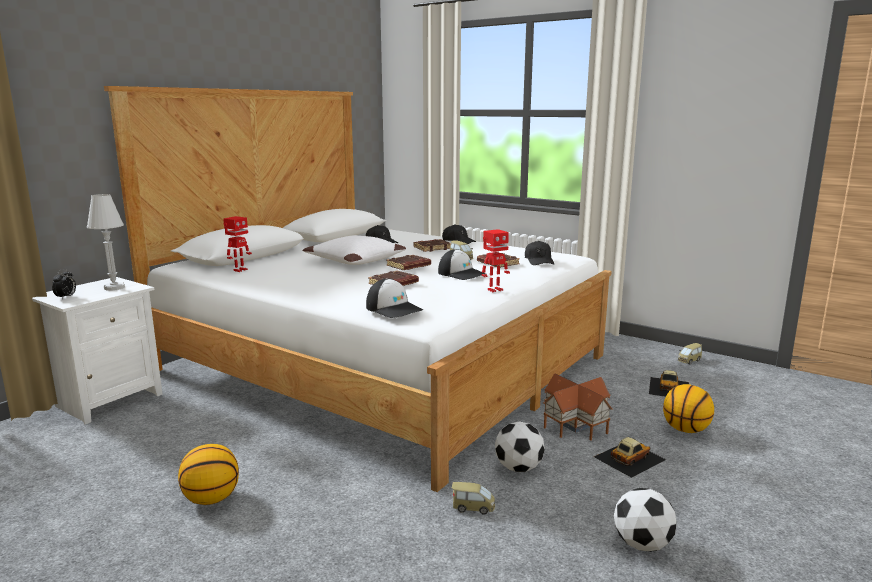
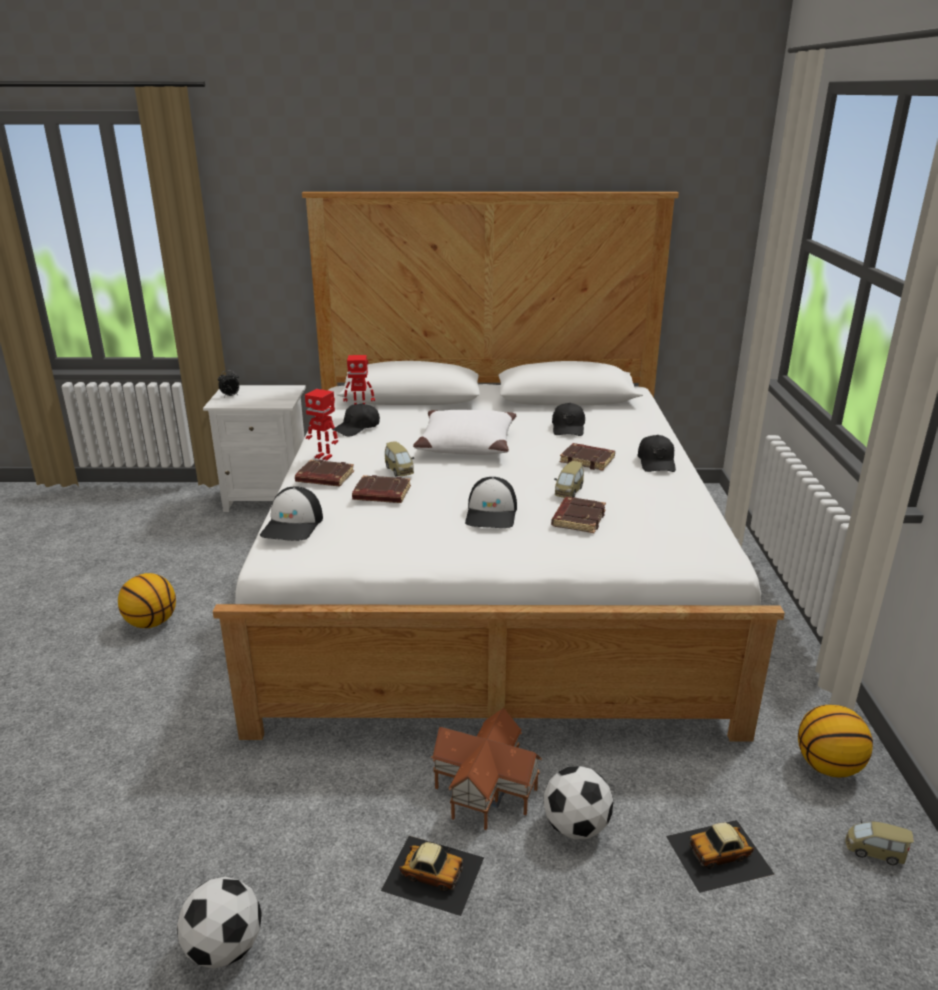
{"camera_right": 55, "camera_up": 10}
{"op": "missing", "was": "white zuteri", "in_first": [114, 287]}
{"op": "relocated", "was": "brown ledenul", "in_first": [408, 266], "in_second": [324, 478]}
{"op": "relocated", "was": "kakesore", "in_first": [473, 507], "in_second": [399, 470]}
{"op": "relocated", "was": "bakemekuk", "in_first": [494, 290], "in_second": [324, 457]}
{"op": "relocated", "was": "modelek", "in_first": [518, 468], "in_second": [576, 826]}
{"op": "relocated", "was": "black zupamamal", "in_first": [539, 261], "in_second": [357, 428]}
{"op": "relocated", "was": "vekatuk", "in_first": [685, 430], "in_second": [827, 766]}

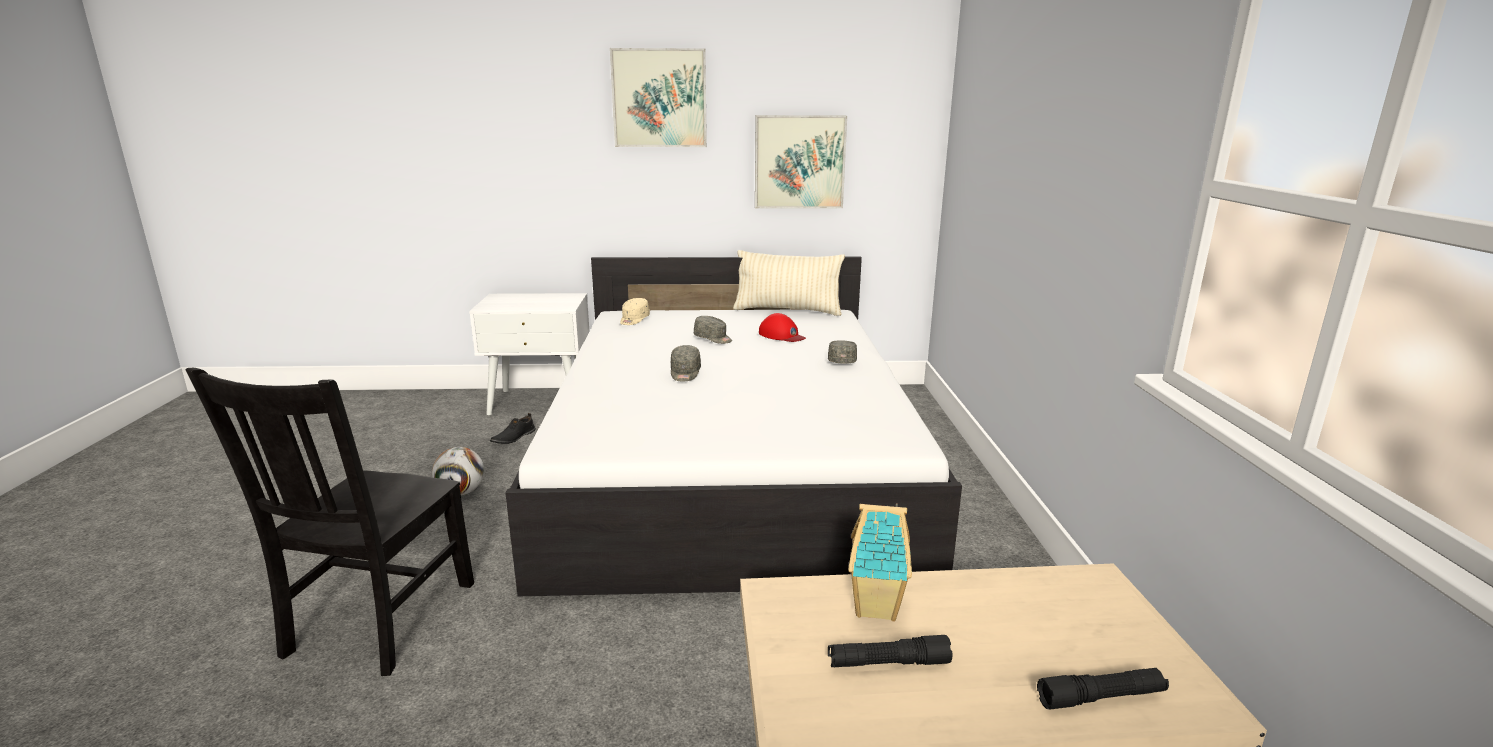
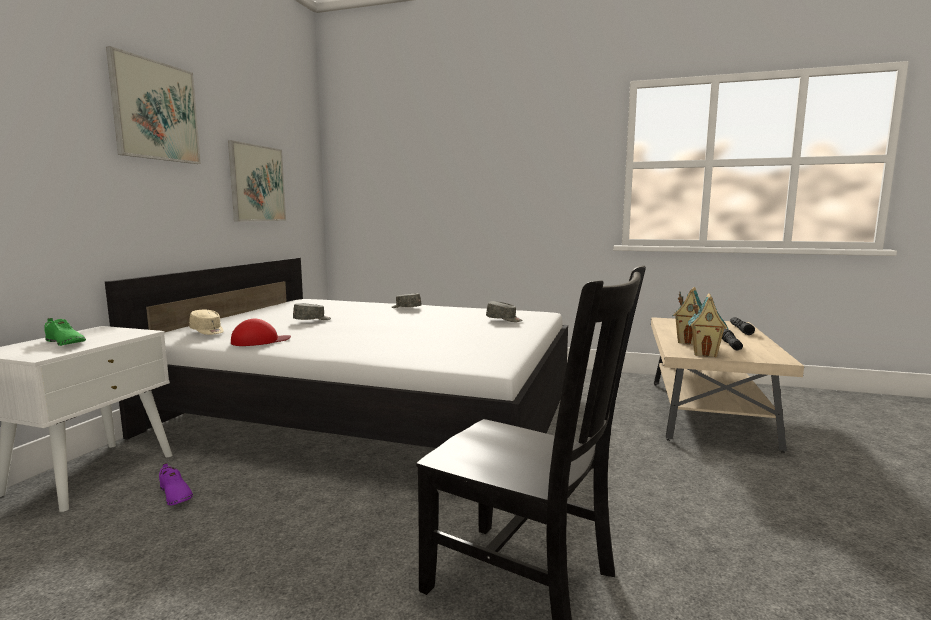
{"camera_right": -70, "camera_up": -10}
{"op": "missing", "was": "modelek", "in_first": [461, 492]}
{"op": "colour", "was": "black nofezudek", "now": "purple nofezudek", "in_first": [513, 437], "in_second": [174, 495]}
{"op": "relocated", "was": "grey zupamamal", "in_first": [685, 373], "in_second": [504, 319]}
{"op": "missing", "was": "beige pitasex", "in_first": [787, 311]}
{"op": "relocated", "was": "red zupamamal", "in_first": [782, 335], "in_second": [260, 341]}
{"op": "appeared", "now": "green nofezudek", "in_second": [64, 343]}
{"op": "appeared", "now": "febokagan", "in_second": [705, 353]}

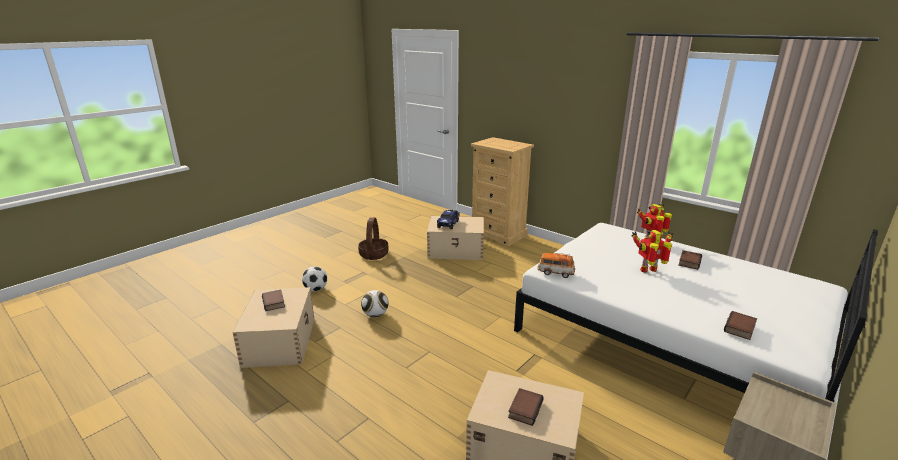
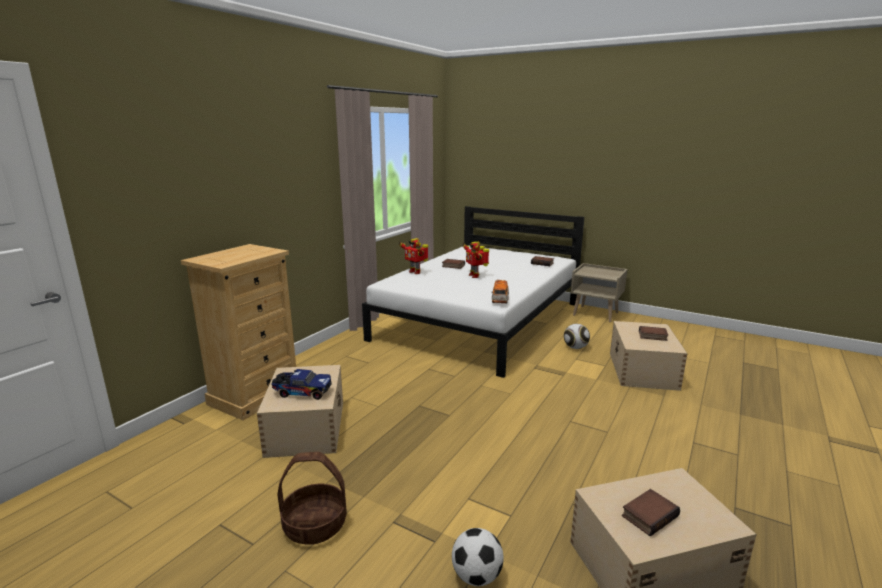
{"camera_right": -100, "camera_up": -5}
{"op": "relocated", "was": "modelek", "in_first": [375, 315], "in_second": [575, 347]}

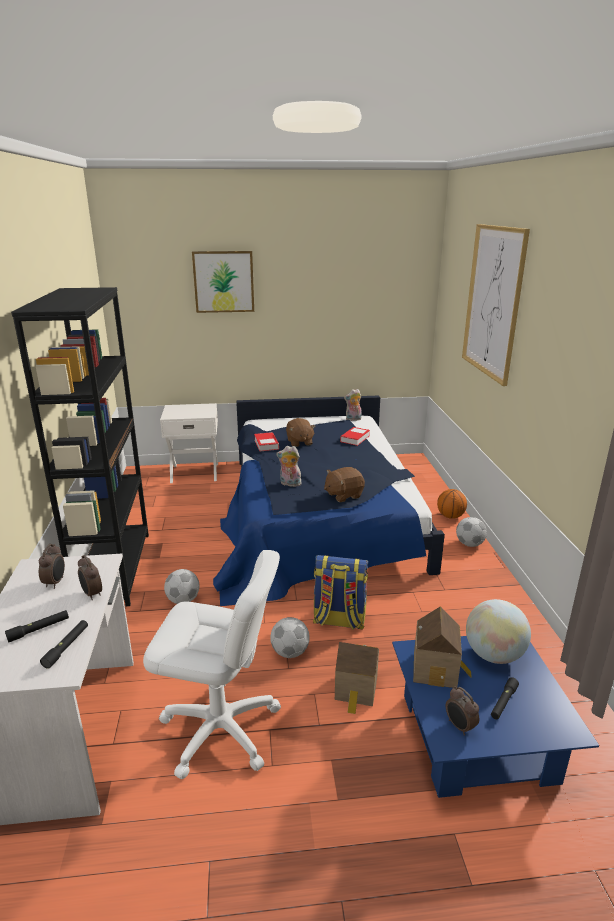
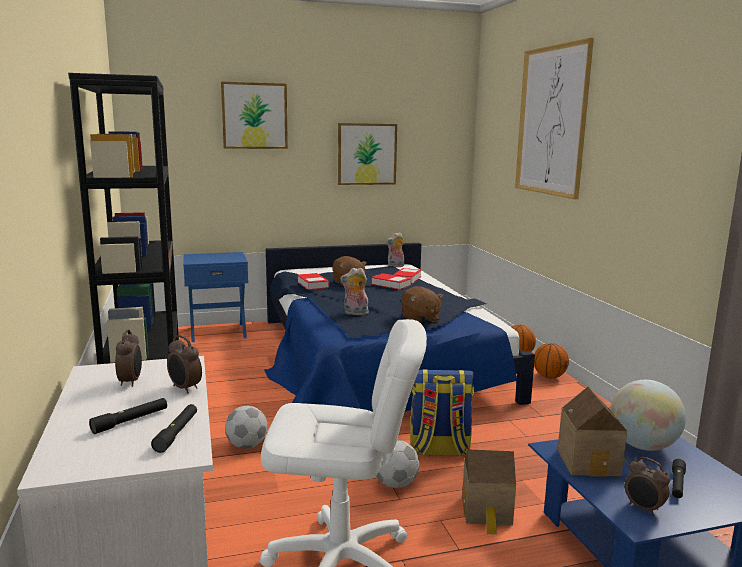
{"camera_right": -10, "camera_up": -10}
{"op": "colour", "was": "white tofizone", "now": "blue tofizone", "in_first": [194, 472], "in_second": [218, 332]}
{"op": "spun", "was": "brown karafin", "in_first": [343, 495], "in_second": [420, 319], "clockwise": -75}
{"op": "exchanged", "was": "modelek", "now": "vekatuk", "in_first": [469, 544], "in_second": [549, 376]}
{"op": "appeared", "now": "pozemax", "in_second": [367, 154]}
{"op": "appeared", "now": "ledenul", "in_second": [391, 284]}

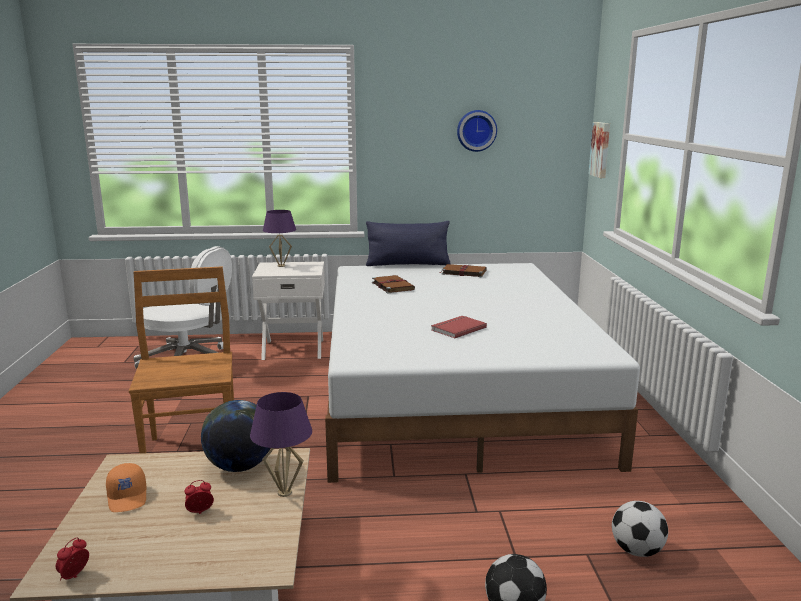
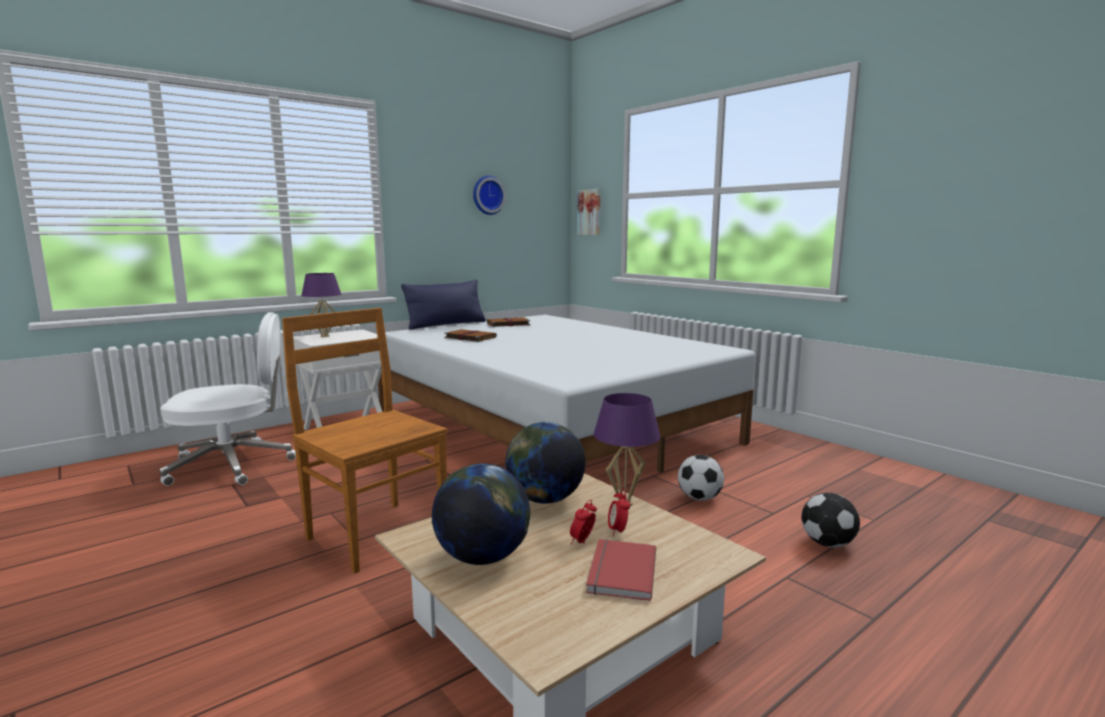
{"camera_right": -35, "camera_up": -5}
{"op": "relocated", "was": "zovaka", "in_first": [74, 576], "in_second": [618, 531]}
{"op": "exchanged", "was": "orange zupamamal", "now": "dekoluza", "in_first": [128, 497], "in_second": [482, 558]}
{"op": "relocated", "was": "red ledenul", "in_first": [457, 328], "in_second": [619, 572]}
{"op": "relocated", "was": "modelek", "in_first": [637, 550], "in_second": [699, 498]}

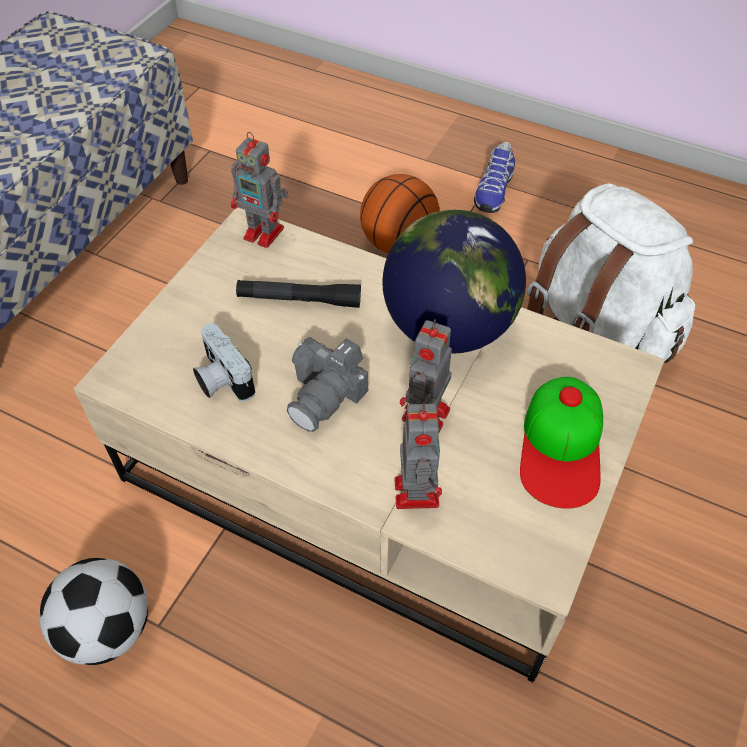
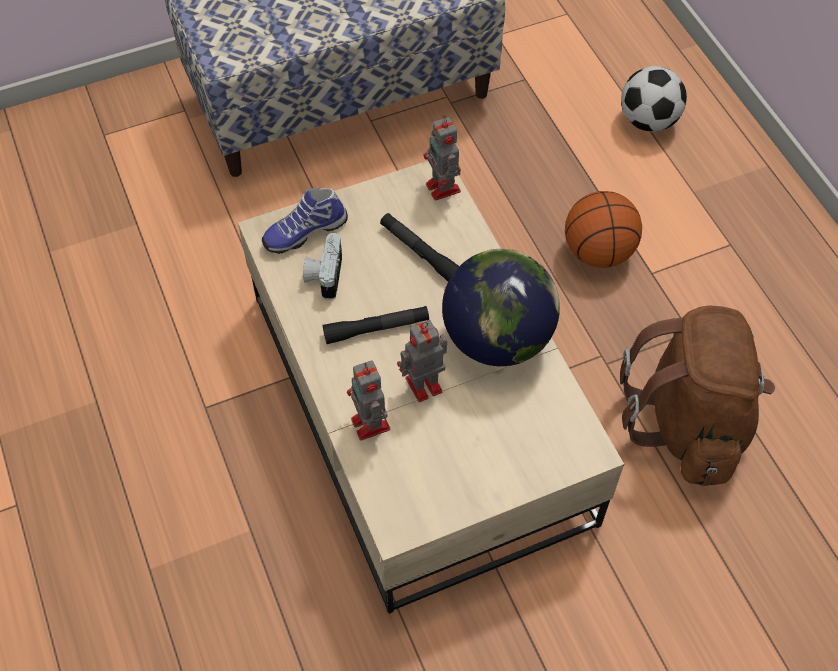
{"camera_right": 40, "camera_up": 5}
{"op": "relocated", "was": "modelek", "in_first": [107, 628], "in_second": [648, 121]}
{"op": "exchanged", "was": "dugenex", "now": "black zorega", "in_first": [327, 394], "in_second": [376, 329]}
{"op": "spun", "was": "bakemekuk", "in_first": [416, 490], "in_second": [371, 425], "clockwise": 120}
{"op": "relocated", "was": "nofezudek", "in_first": [492, 191], "in_second": [304, 231]}
{"op": "missing", "was": "zupamamal", "in_first": [561, 447]}
{"op": "colour", "was": "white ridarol", "now": "brown ridarol", "in_first": [597, 326], "in_second": [688, 422]}

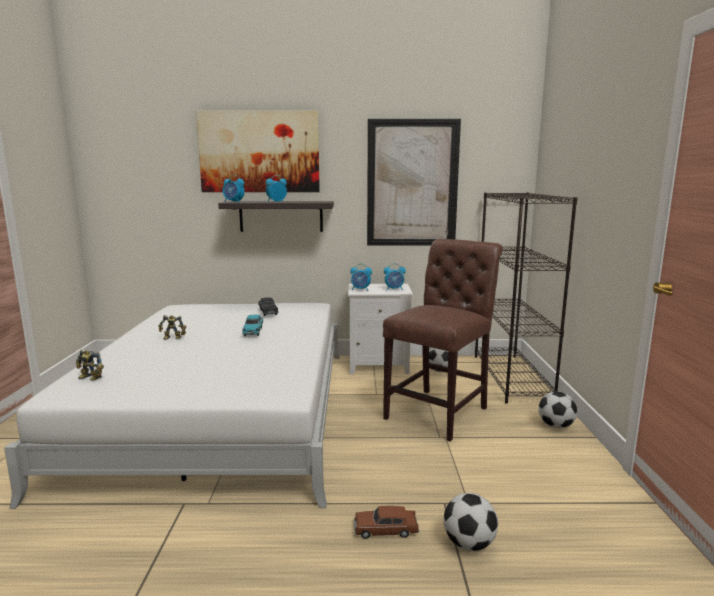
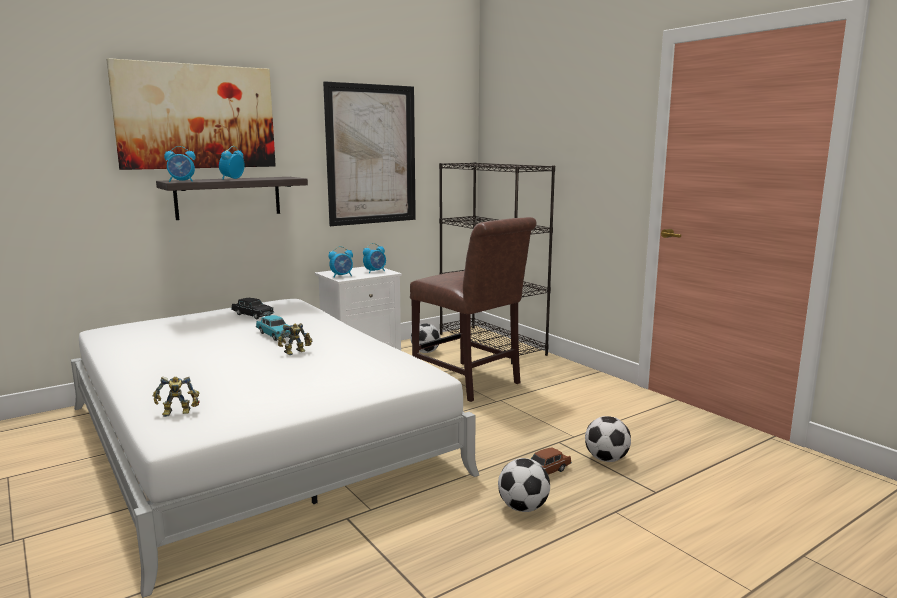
{"camera_right": -35, "camera_up": 0}
{"op": "relocated", "was": "bakemekuk", "in_first": [172, 338], "in_second": [296, 352]}
{"op": "spun", "was": "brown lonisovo", "in_first": [440, 411], "in_second": [470, 382], "clockwise": 135}
{"op": "relocated", "was": "modelek", "in_first": [555, 426], "in_second": [523, 508]}

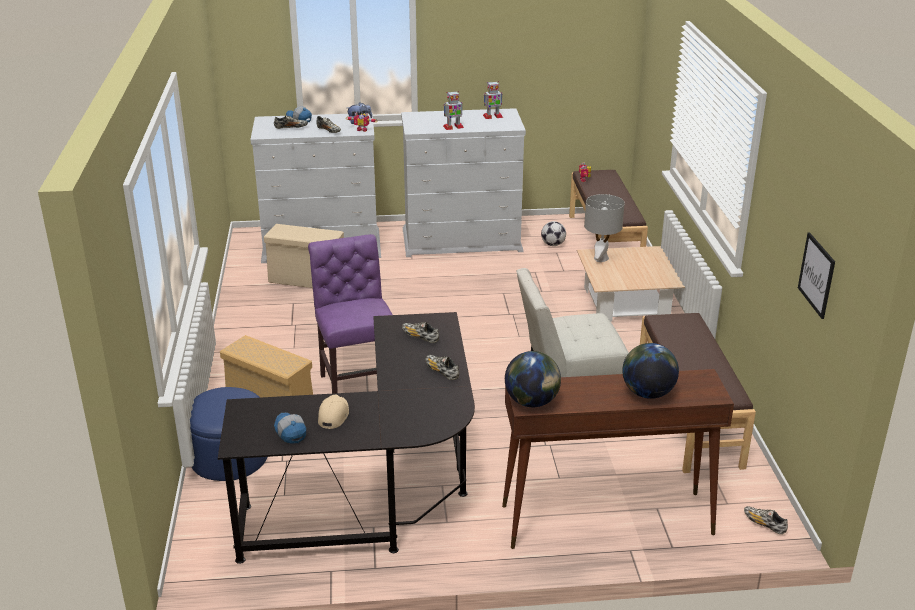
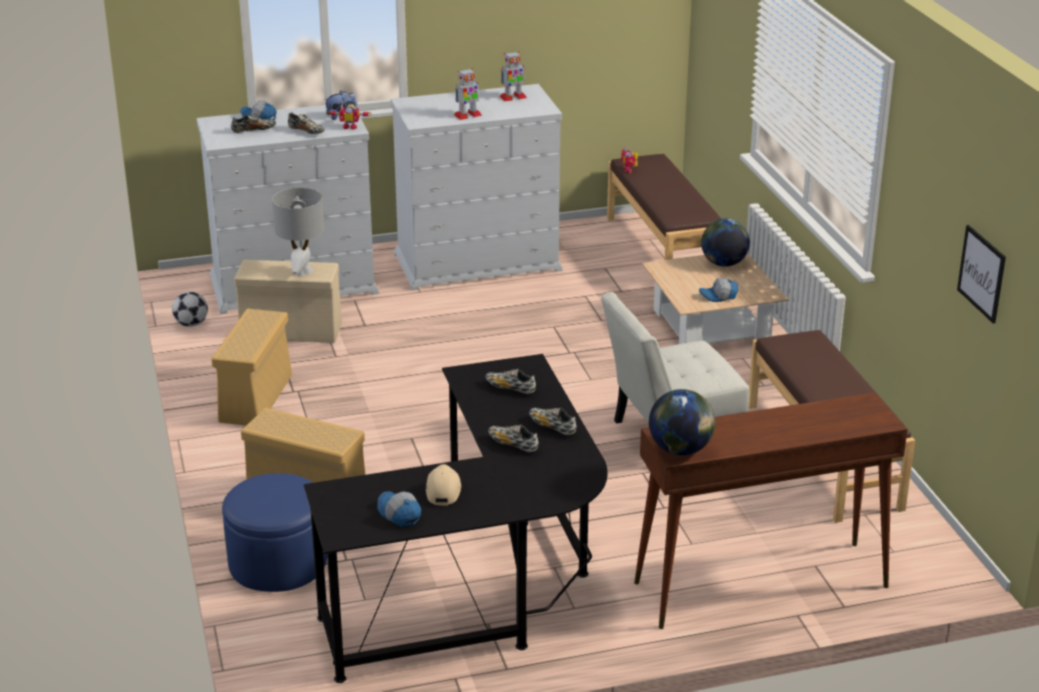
{"camera_right": -10, "camera_up": 0}
{"op": "missing", "was": "purple lonisovo", "in_first": [357, 386]}
{"op": "relocated", "was": "modelek", "in_first": [553, 244], "in_second": [191, 324]}
{"op": "relocated", "was": "grey zuteri", "in_first": [600, 258], "in_second": [302, 271]}
{"op": "relocated", "was": "dekoluza", "in_first": [647, 393], "in_second": [723, 263]}
{"op": "relocated", "was": "nofezudek", "in_first": [764, 524], "in_second": [513, 444]}
{"op": "appeared", "now": "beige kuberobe", "in_second": [256, 397]}
{"op": "appeared", "now": "zupamamal", "in_second": [718, 296]}

